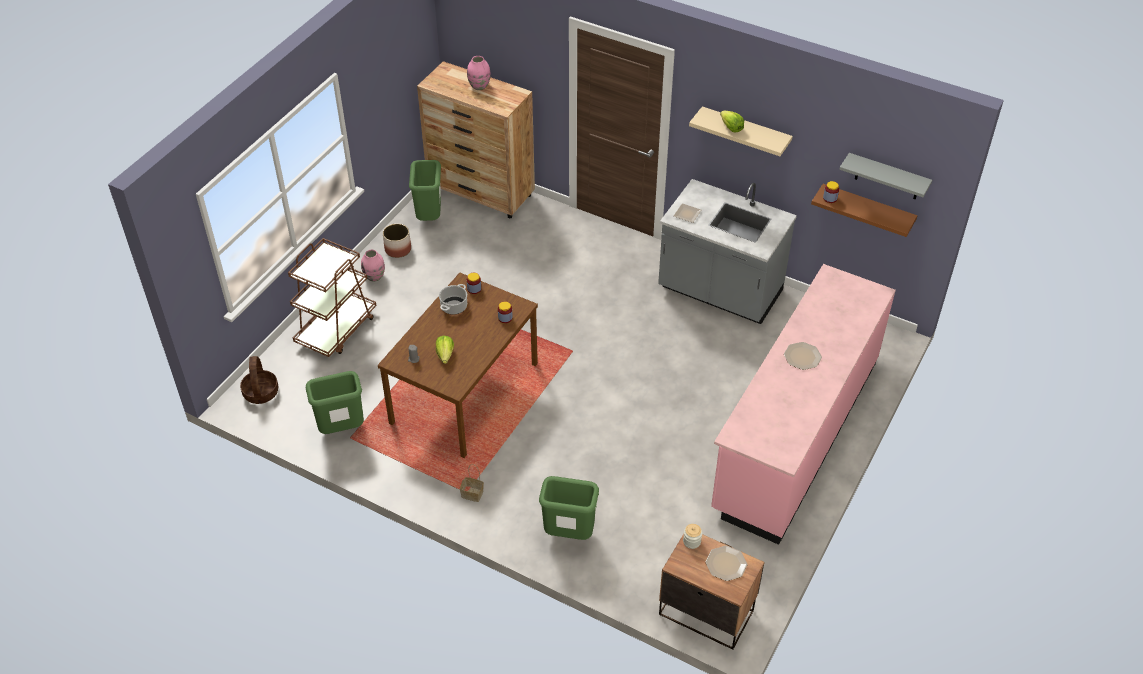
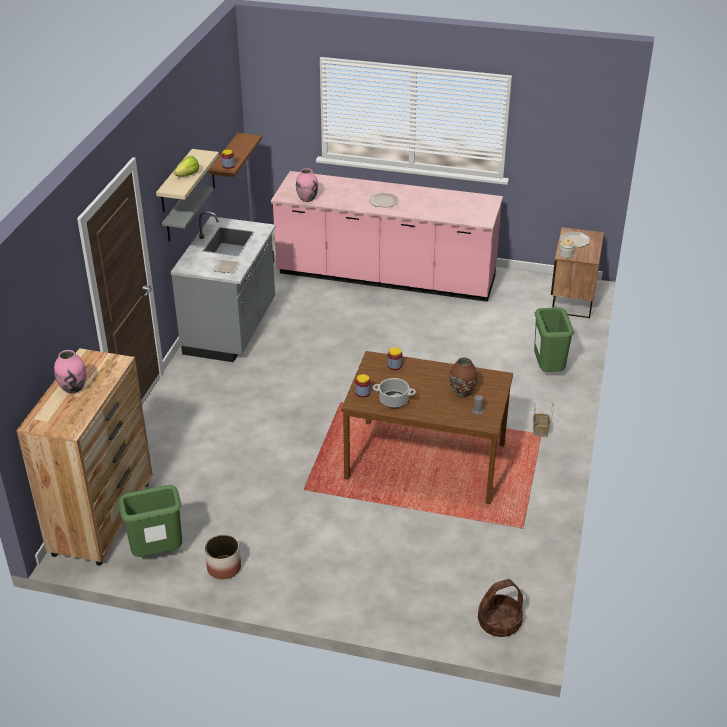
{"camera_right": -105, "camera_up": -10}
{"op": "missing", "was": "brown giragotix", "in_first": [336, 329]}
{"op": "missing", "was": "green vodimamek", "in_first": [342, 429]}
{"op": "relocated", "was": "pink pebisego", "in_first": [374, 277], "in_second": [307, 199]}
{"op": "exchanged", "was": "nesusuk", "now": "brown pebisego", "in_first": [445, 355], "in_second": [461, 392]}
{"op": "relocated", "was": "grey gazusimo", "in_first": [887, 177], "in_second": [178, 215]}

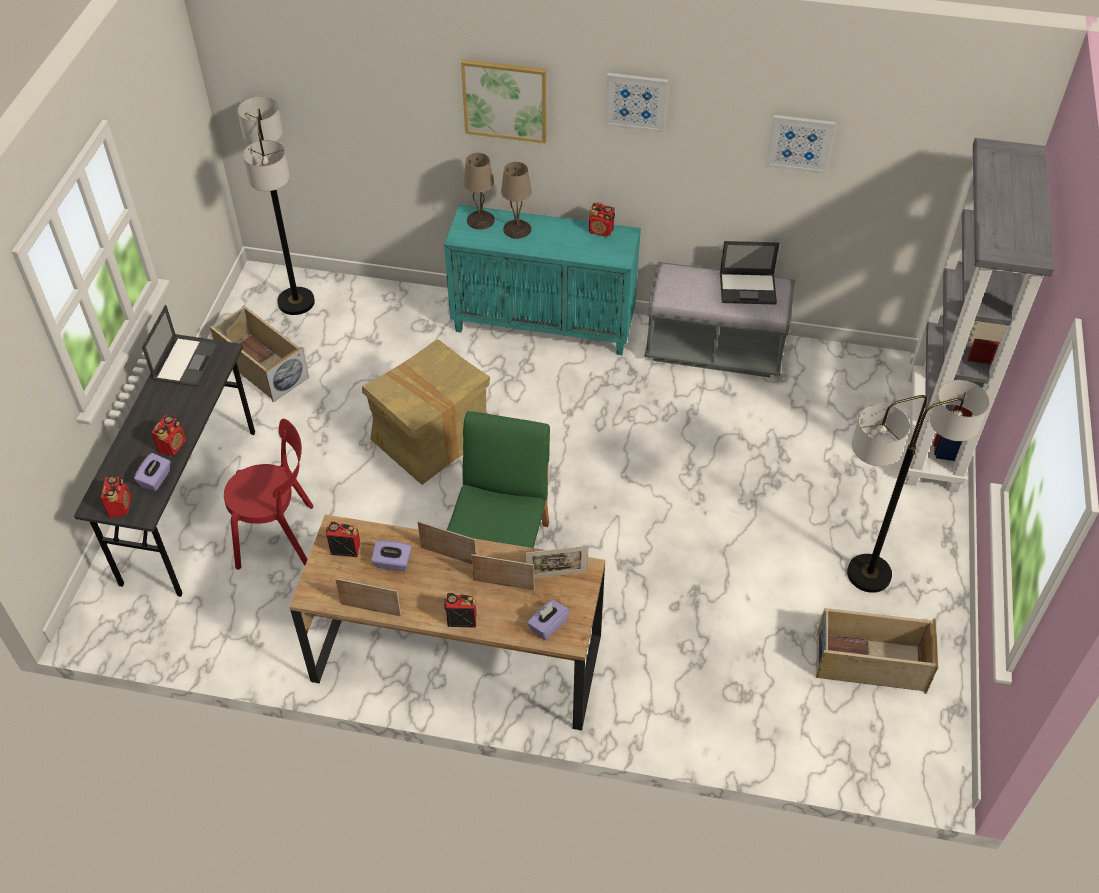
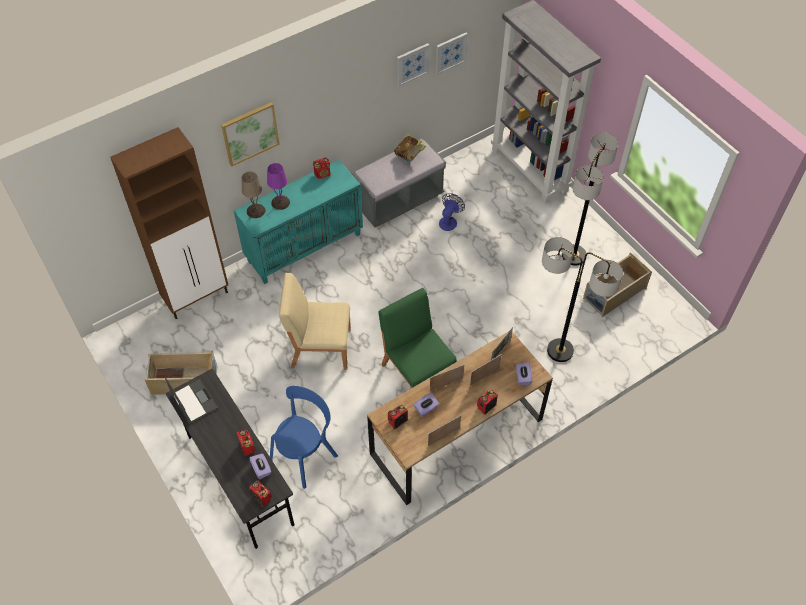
{"camera_right": -45, "camera_up": 5}
{"op": "colour", "was": "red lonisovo", "now": "blue lonisovo", "in_first": [280, 536], "in_second": [306, 454]}
{"op": "relocated", "was": "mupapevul", "in_first": [296, 302], "in_second": [560, 350]}
{"op": "exchanged", "was": "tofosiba", "now": "beige lonisovo", "in_first": [431, 439], "in_second": [320, 347]}
{"op": "colour", "was": "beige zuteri", "now": "purple zuteri", "in_first": [517, 229], "in_second": [280, 202]}
{"op": "relocated", "was": "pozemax", "in_first": [636, 101], "in_second": [450, 53]}
{"op": "exchanged", "was": "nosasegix", "now": "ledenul", "in_first": [748, 288], "in_second": [409, 156]}
{"op": "appeared", "now": "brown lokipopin", "in_second": [197, 297]}
{"op": "appeared", "now": "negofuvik", "in_second": [449, 221]}

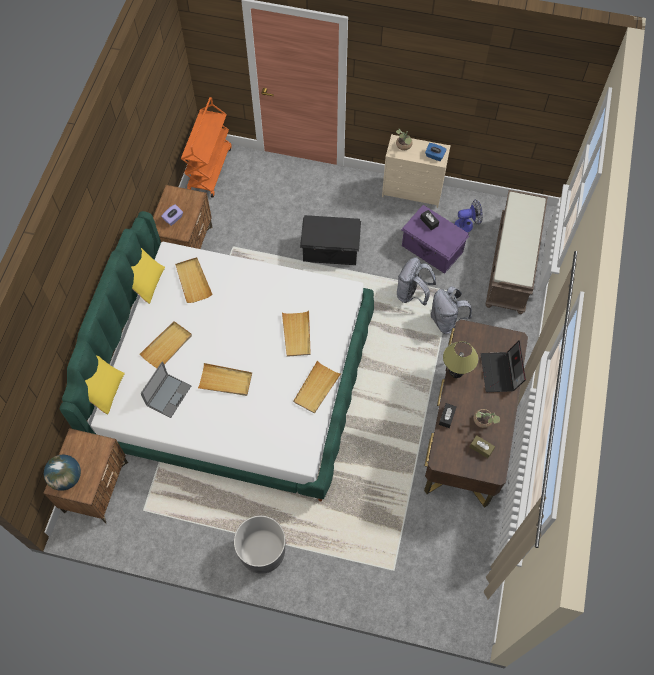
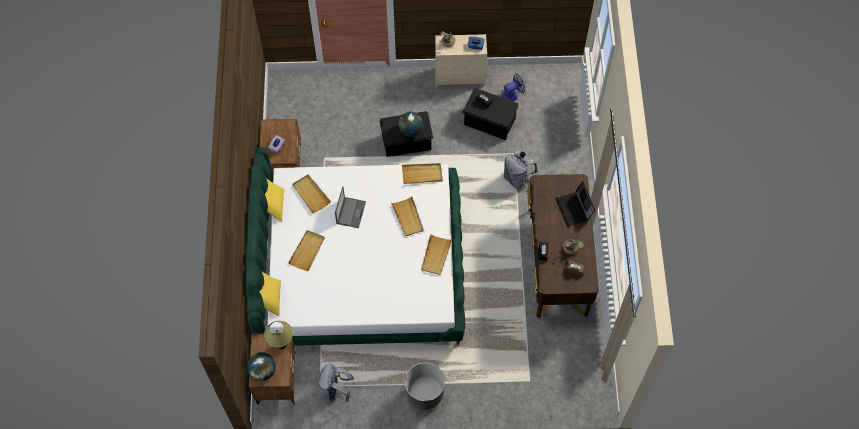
{"camera_right": -15, "camera_up": 0}
{"op": "relocated", "was": "nosasegix", "in_first": [169, 395], "in_second": [351, 212]}
{"op": "missing", "was": "orange giragotix", "in_first": [209, 169]}
{"op": "relocated", "was": "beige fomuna", "in_first": [225, 381], "in_second": [422, 174]}
{"op": "relocated", "was": "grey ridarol", "in_first": [412, 294], "in_second": [335, 391]}
{"op": "colour", "was": "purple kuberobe", "now": "black kuberobe", "in_first": [432, 249], "in_second": [489, 122]}
{"op": "relocated", "was": "zuteri", "in_first": [455, 374], "in_second": [282, 345]}
{"op": "missing", "was": "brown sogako", "in_first": [512, 265]}
{"op": "appeared", "now": "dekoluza", "in_second": [410, 130]}

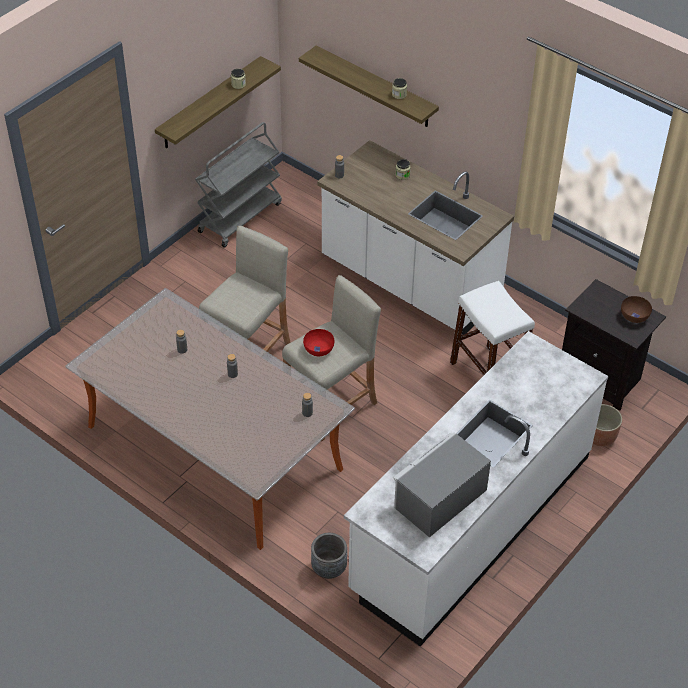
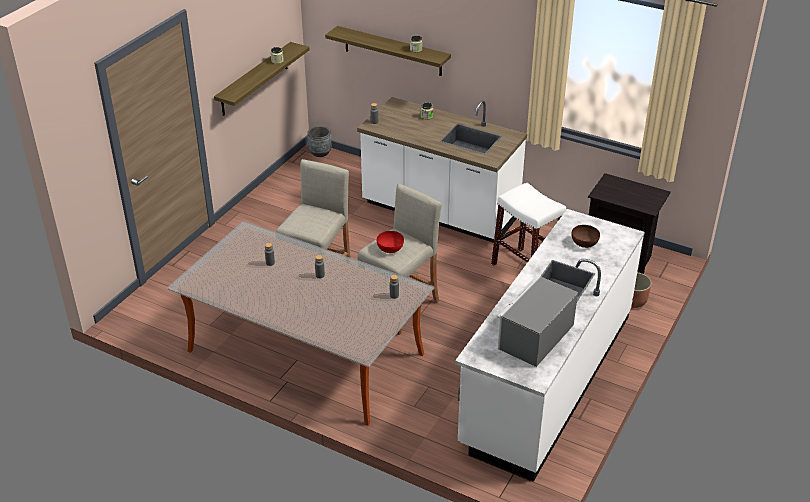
{"camera_right": -10, "camera_up": -10}
{"op": "missing", "was": "grey giragotix", "in_first": [240, 217]}
{"op": "relocated", "was": "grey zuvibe", "in_first": [329, 568], "in_second": [320, 152]}
{"op": "relocated", "was": "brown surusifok", "in_first": [634, 316], "in_second": [584, 243]}

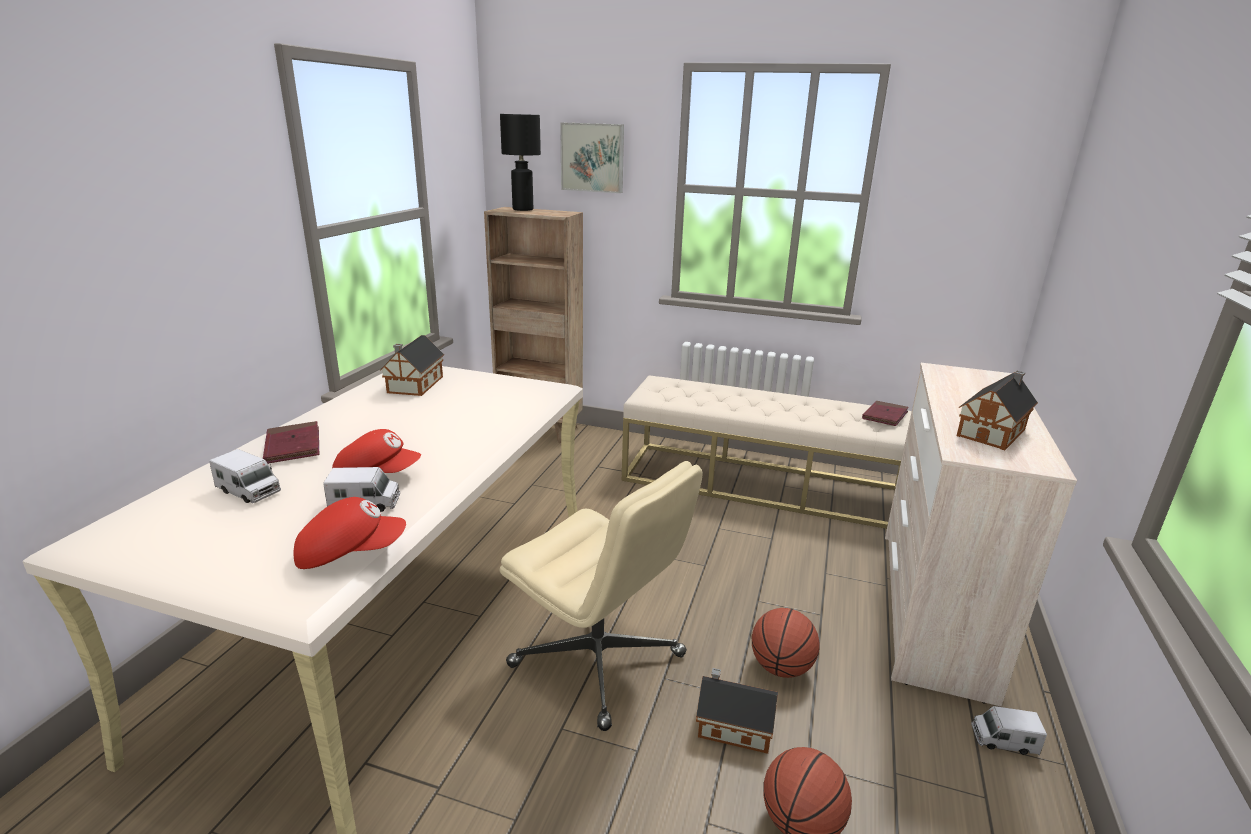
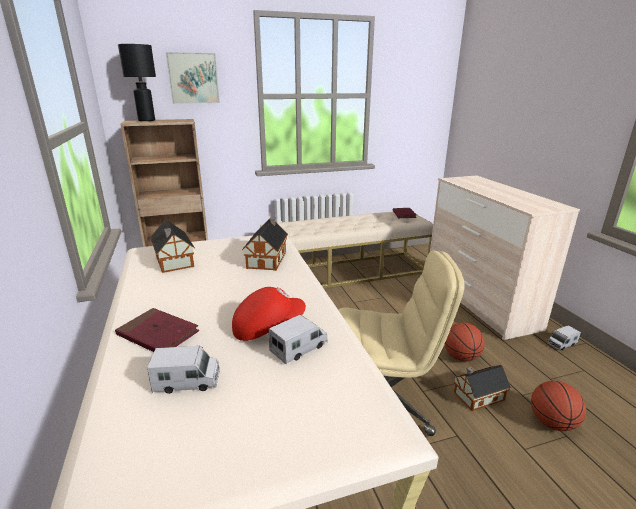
{"camera_right": -35, "camera_up": 0}
{"op": "missing", "was": "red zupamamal", "in_first": [350, 553]}
{"op": "relocated", "was": "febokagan", "in_first": [993, 432], "in_second": [268, 259]}

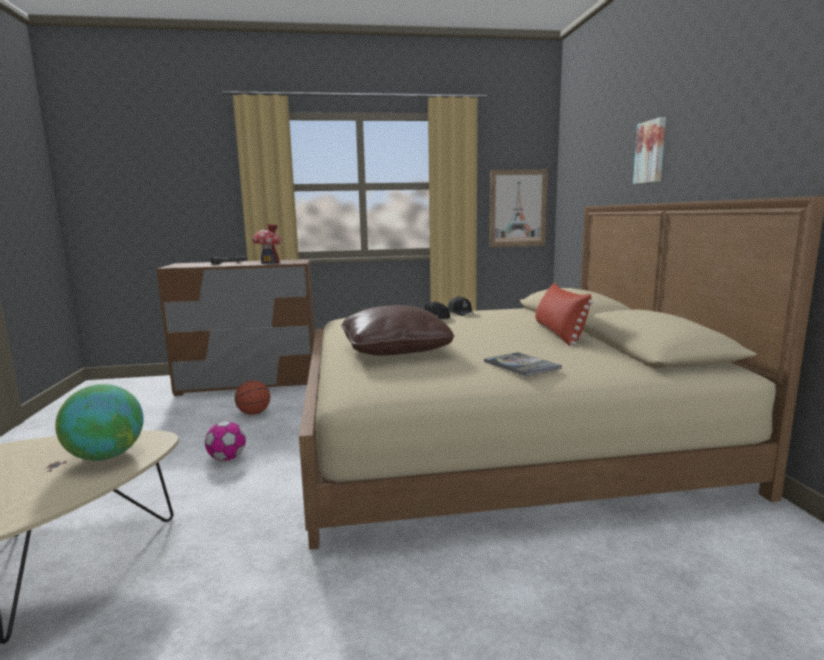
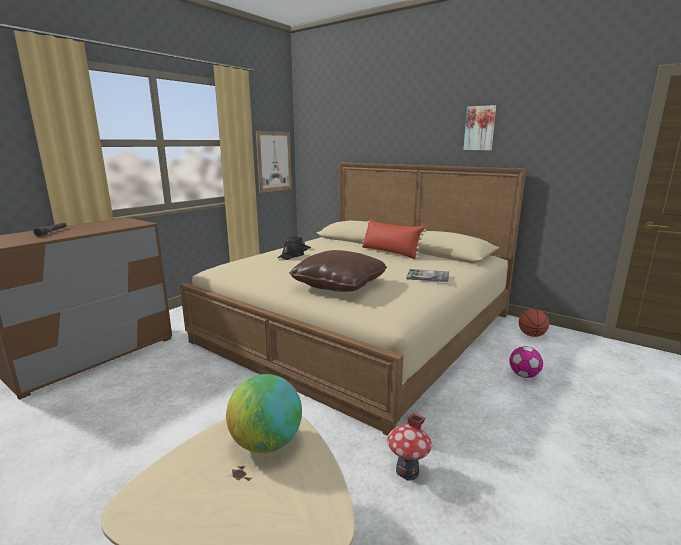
{"camera_right": -45, "camera_up": 5}
{"op": "relocated", "was": "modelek", "in_first": [227, 458], "in_second": [523, 375]}
{"op": "relocated", "was": "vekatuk", "in_first": [254, 413], "in_second": [531, 335]}
{"op": "relocated", "was": "febokagan", "in_first": [268, 263], "in_second": [407, 471]}
{"op": "relocated", "was": "pozemax", "in_first": [651, 152], "in_second": [480, 128]}

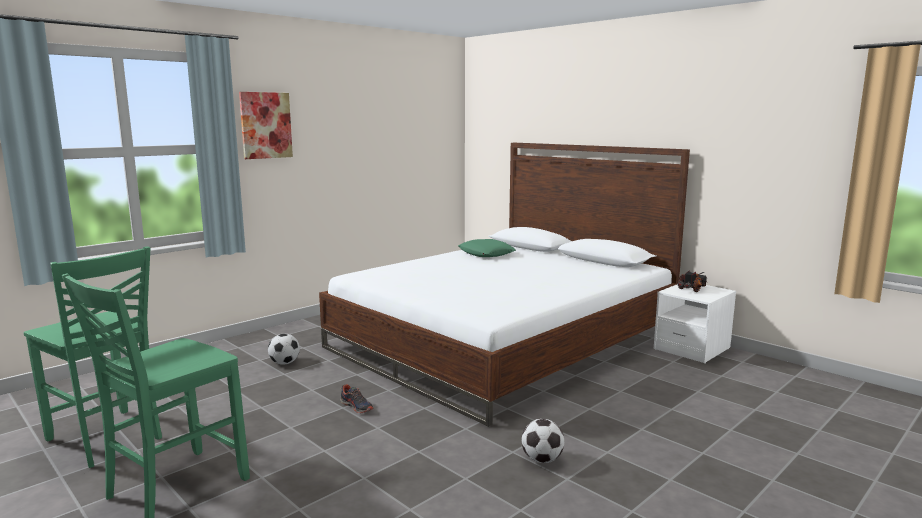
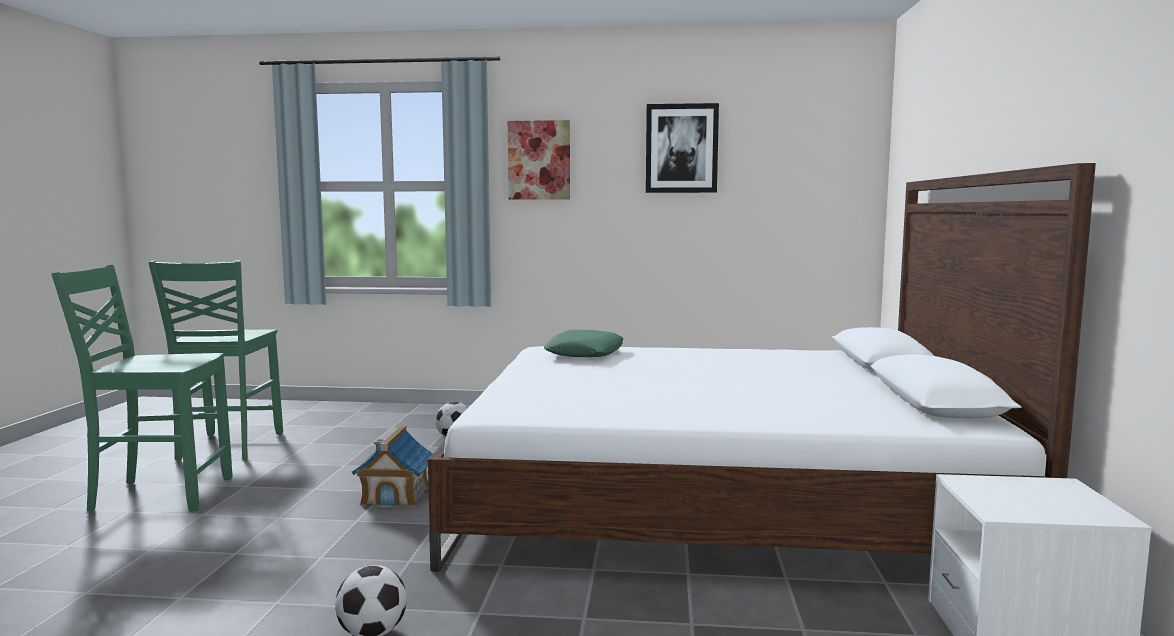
{"camera_right": 50, "camera_up": -5}
{"op": "exchanged", "was": "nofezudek", "now": "febokagan", "in_first": [357, 406], "in_second": [396, 496]}
{"op": "relocated", "was": "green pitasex", "in_first": [486, 253], "in_second": [585, 353]}
{"op": "missing", "was": "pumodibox", "in_first": [692, 289]}
{"op": "appeared", "now": "pozemax", "in_second": [681, 148]}

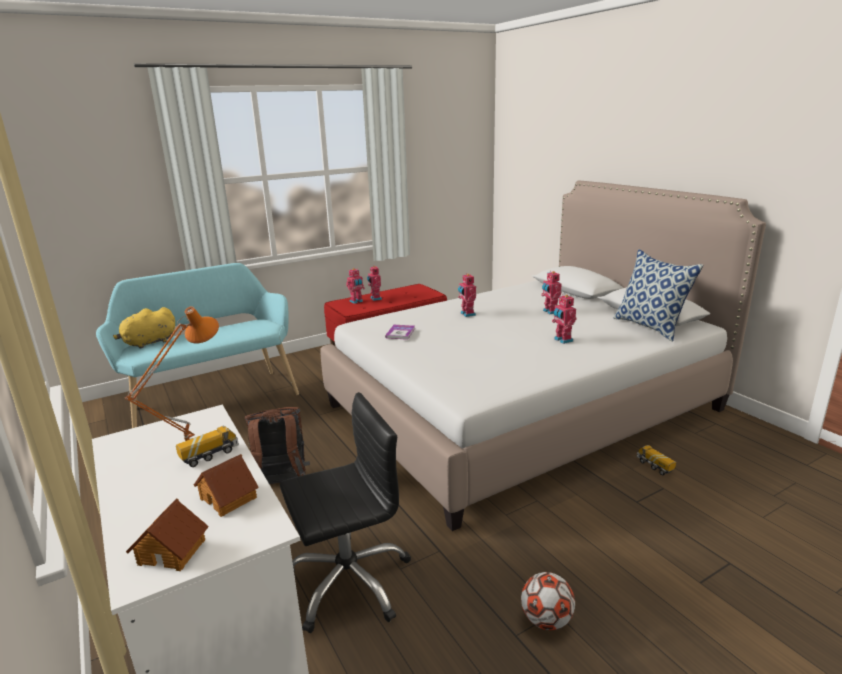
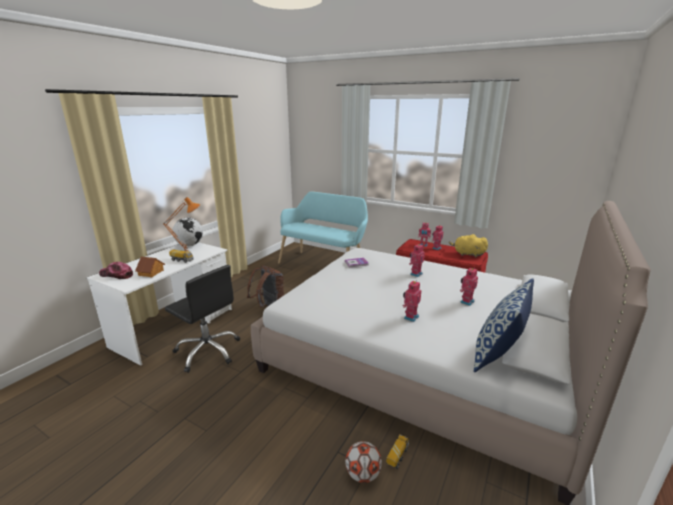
{"camera_right": 60, "camera_up": 0}
{"op": "relocated", "was": "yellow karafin", "in_first": [148, 343], "in_second": [467, 254]}
{"op": "exchanged", "was": "febokagan", "now": "zupamamal", "in_first": [172, 551], "in_second": [116, 275]}
{"op": "relocated", "was": "modelek", "in_first": [546, 620], "in_second": [362, 474]}
{"op": "appeared", "now": "dekoluza", "in_second": [190, 245]}

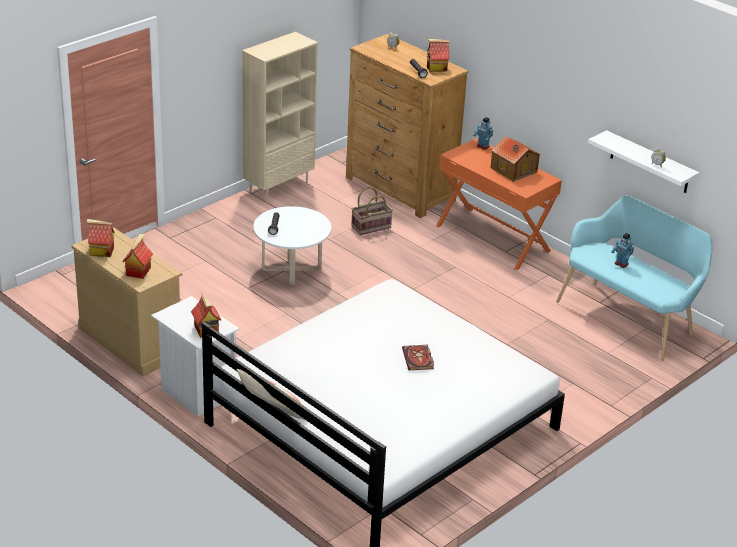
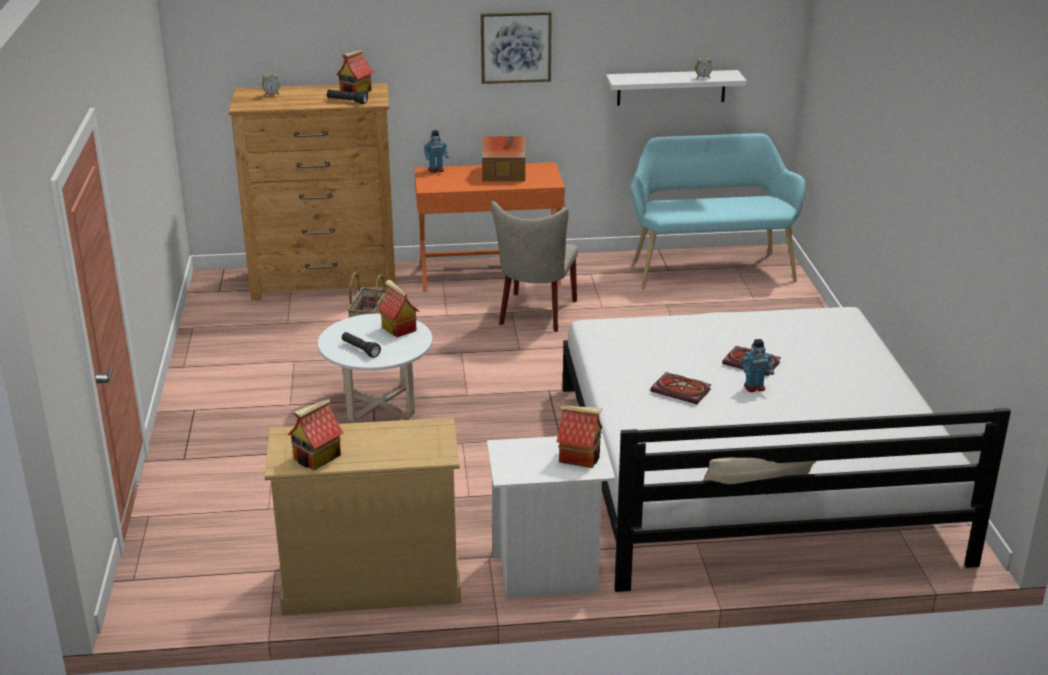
{"camera_right": -50, "camera_up": -5}
{"op": "relocated", "was": "febokagan", "in_first": [138, 271], "in_second": [398, 329]}
{"op": "missing", "was": "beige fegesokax", "in_first": [278, 187]}
{"op": "relocated", "was": "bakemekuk", "in_first": [621, 264], "in_second": [754, 388]}
{"op": "appeared", "now": "pozemax", "in_second": [515, 47]}
{"op": "appeared", "now": "beige lonisovo", "in_second": [535, 315]}
{"op": "appeared", "now": "ledenul", "in_second": [682, 390]}

